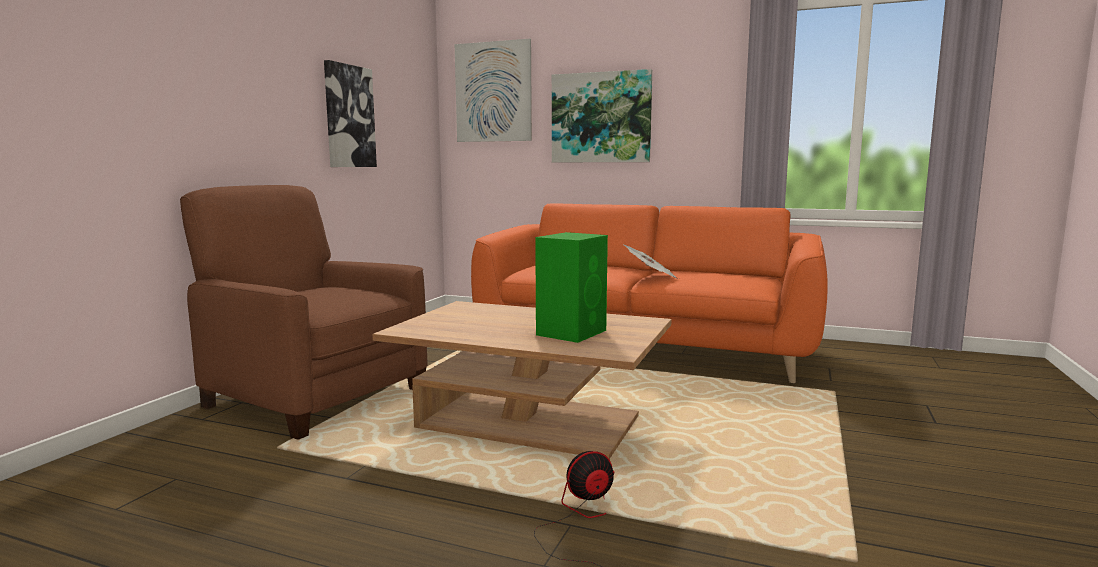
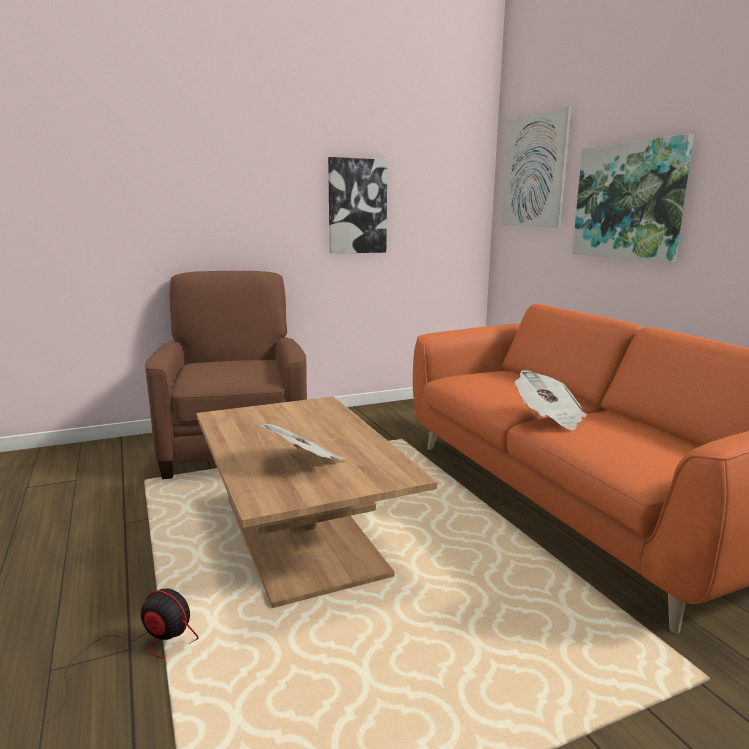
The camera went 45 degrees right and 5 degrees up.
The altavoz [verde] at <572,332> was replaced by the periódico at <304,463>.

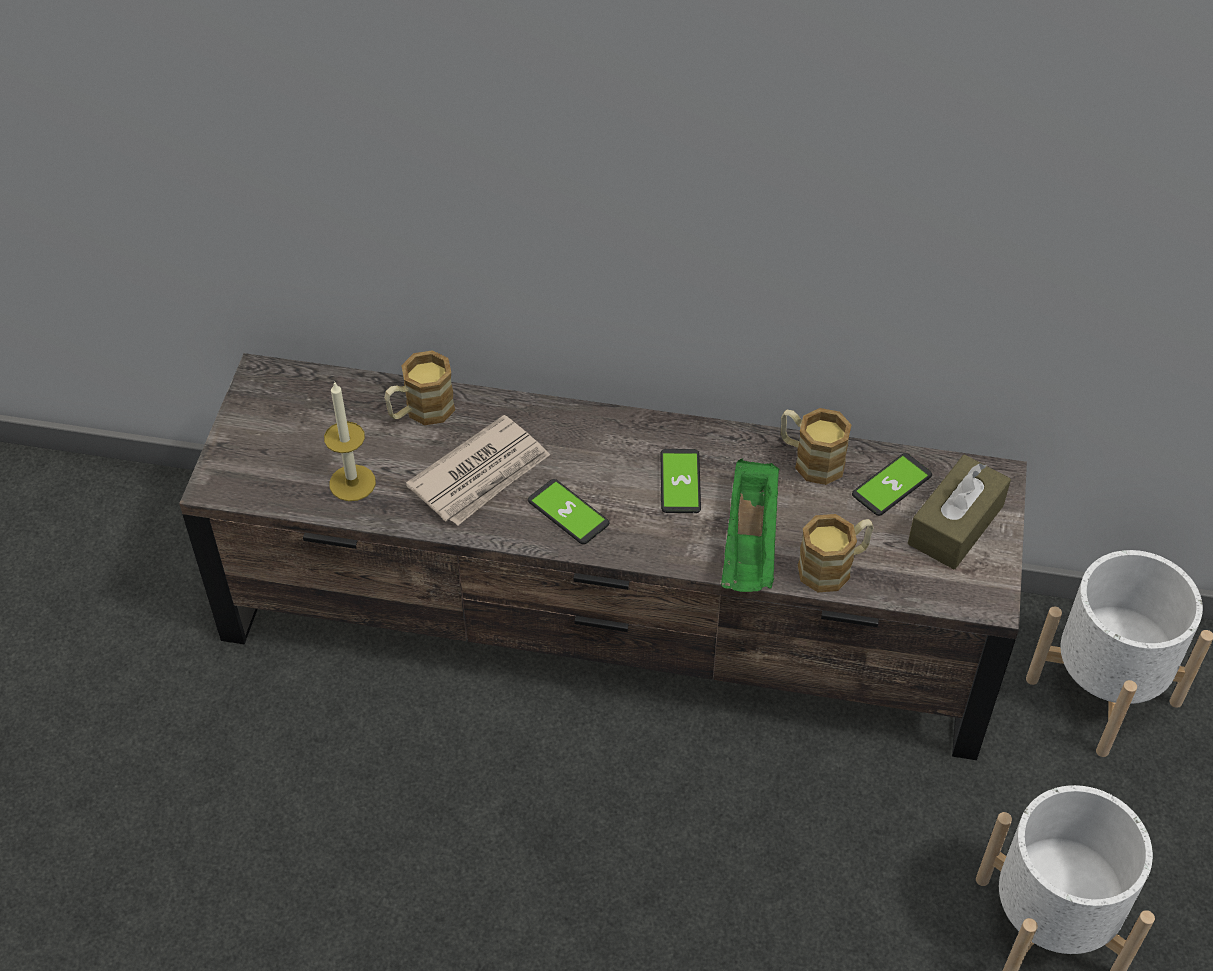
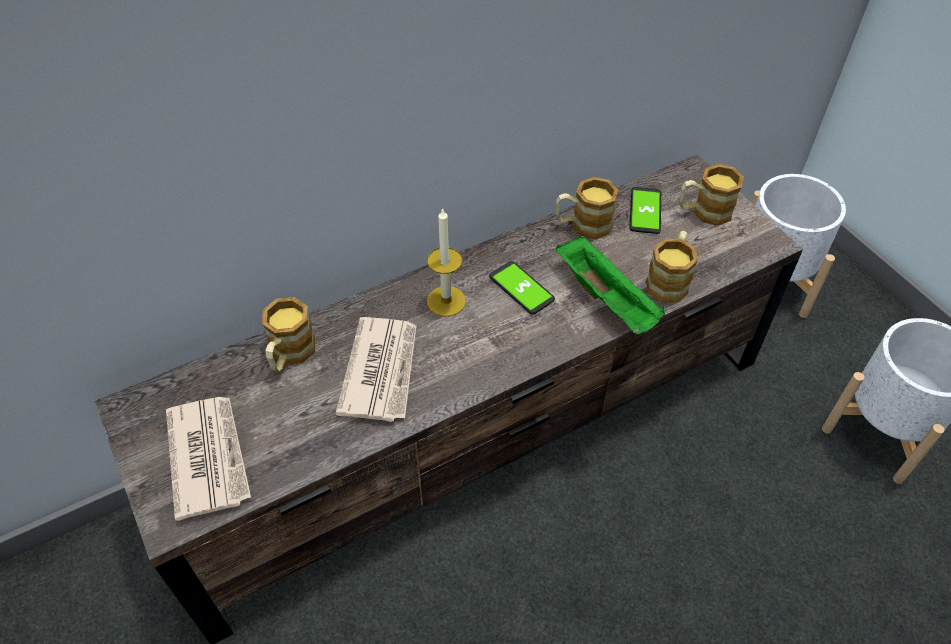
The camera went 40 degrees left and 0 degrees up.
The periódico at <209,457> appeared.
The vela moved from <352,483> to <446,301>.
The caja de pañuelos [marrón] at <955,525> was replaced by the taza grande at <704,211>.
The móvil at <568,512> disappeared.

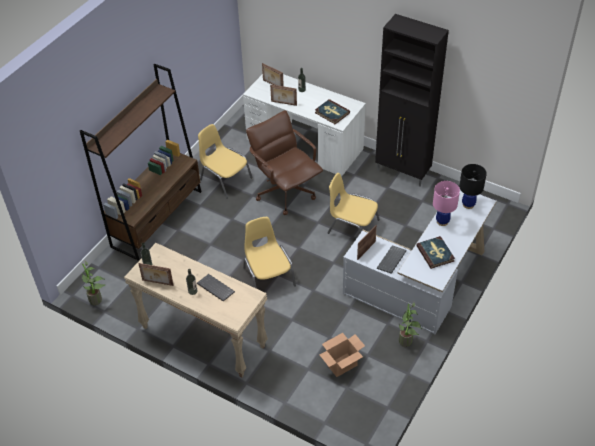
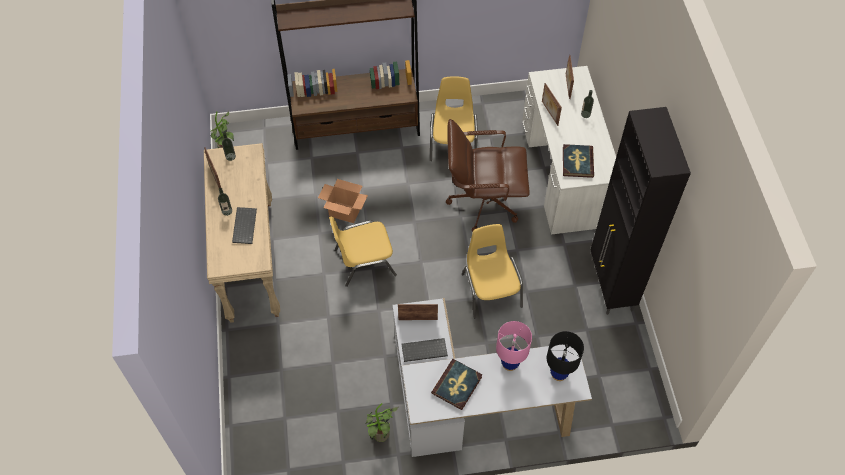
The camera went 50 degrees right and 10 degrees up.
The caja de cartón moved from <341,365> to <344,212>.
The silla [amarillo] at <268,276> turned 135 degrees counterclockwise.
The silla de oficina [marrón] at <286,192> turned 105 degrees counterclockwise.

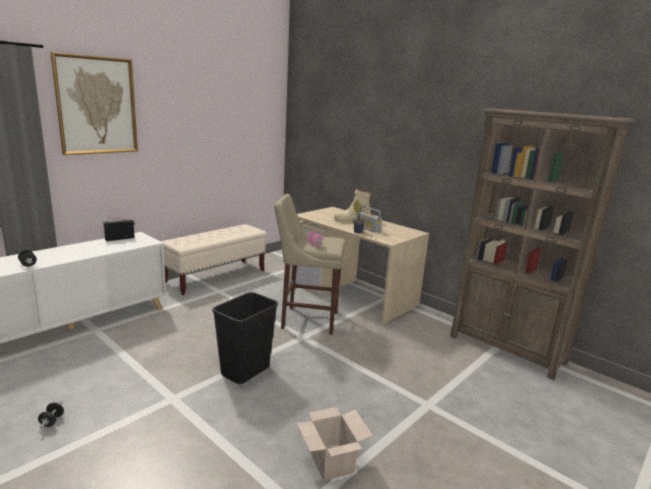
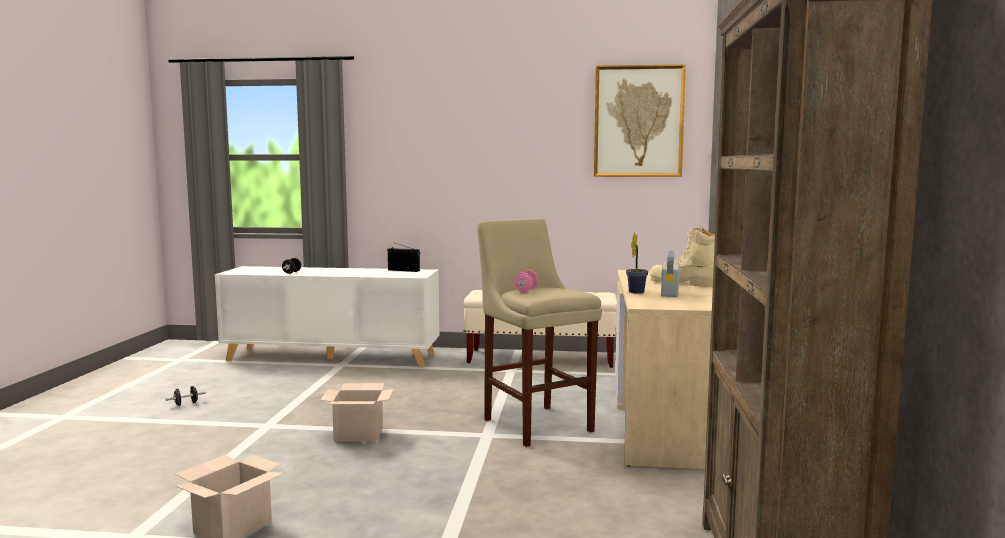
The camera went 55 degrees right and 10 degrees down.
The papelera [negro] at <245,371> was replaced by the caja de cartón at <360,434>.
The cuadro moved from <97,105> to <638,121>.

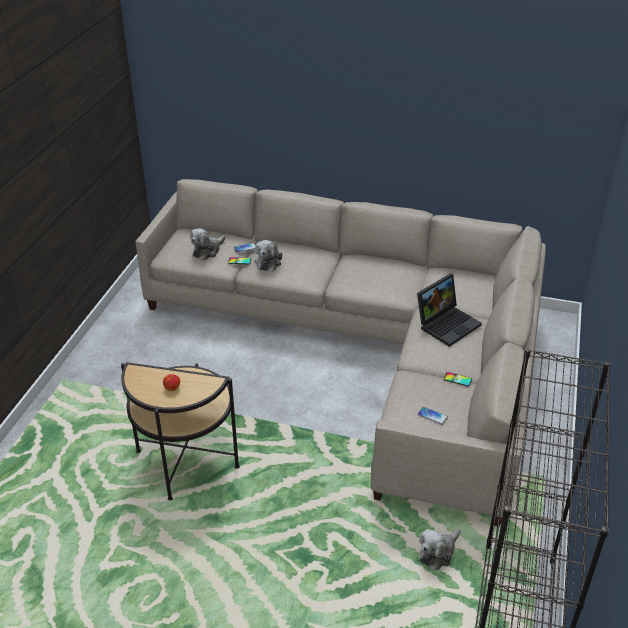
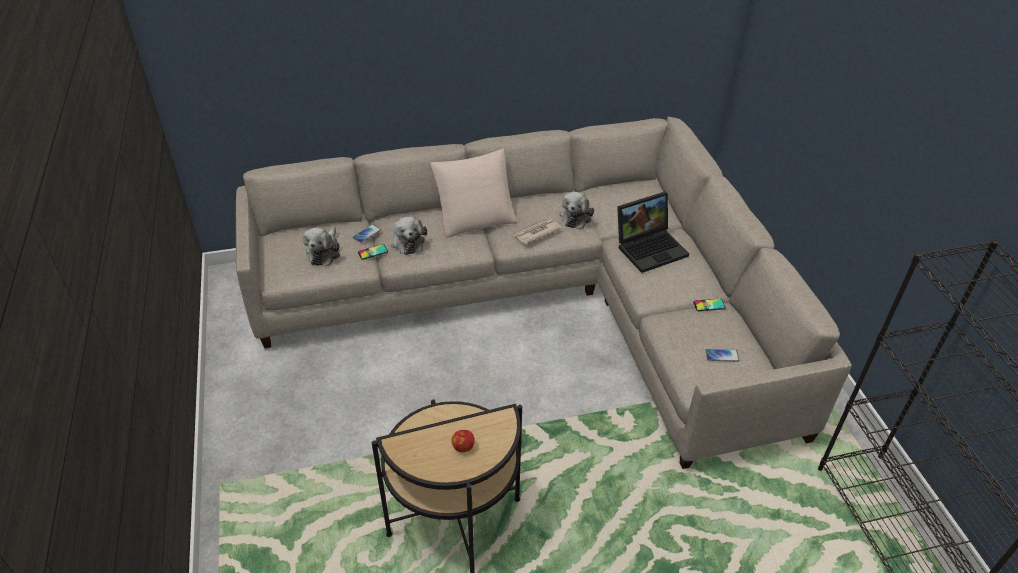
The camera went 30 degrees left and 5 degrees up.
The cojín [beis] at <475,217> appeared.
The periódico at <536,232> appeared.
The peluche moved from <438,553> to <576,216>.
The portátil at <447,323> turned 45 degrees clockwise.

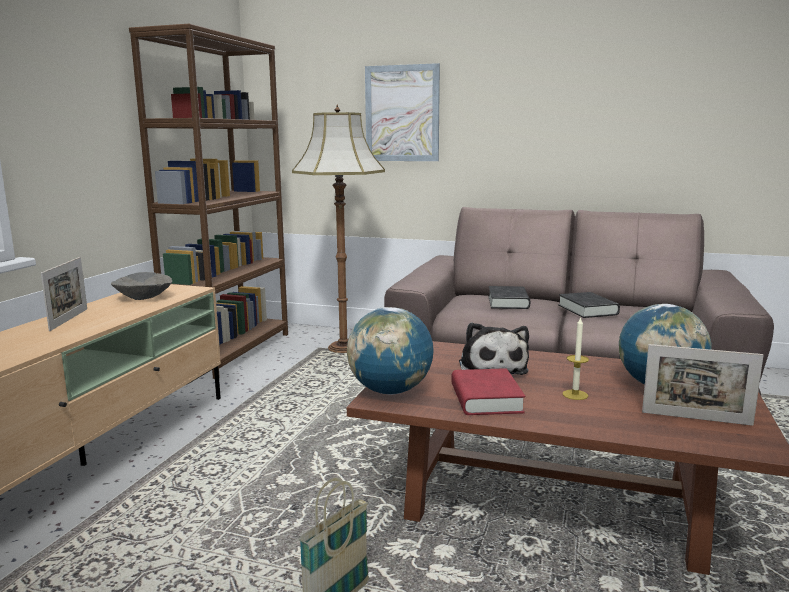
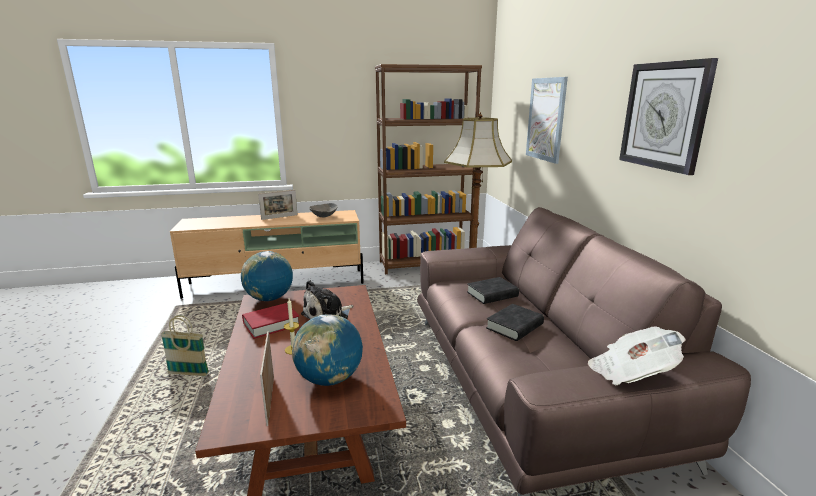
The camera went 60 degrees right and 5 degrees up.
The periódico at <630,373> appeared.
The reloj de pared at <664,116> appeared.

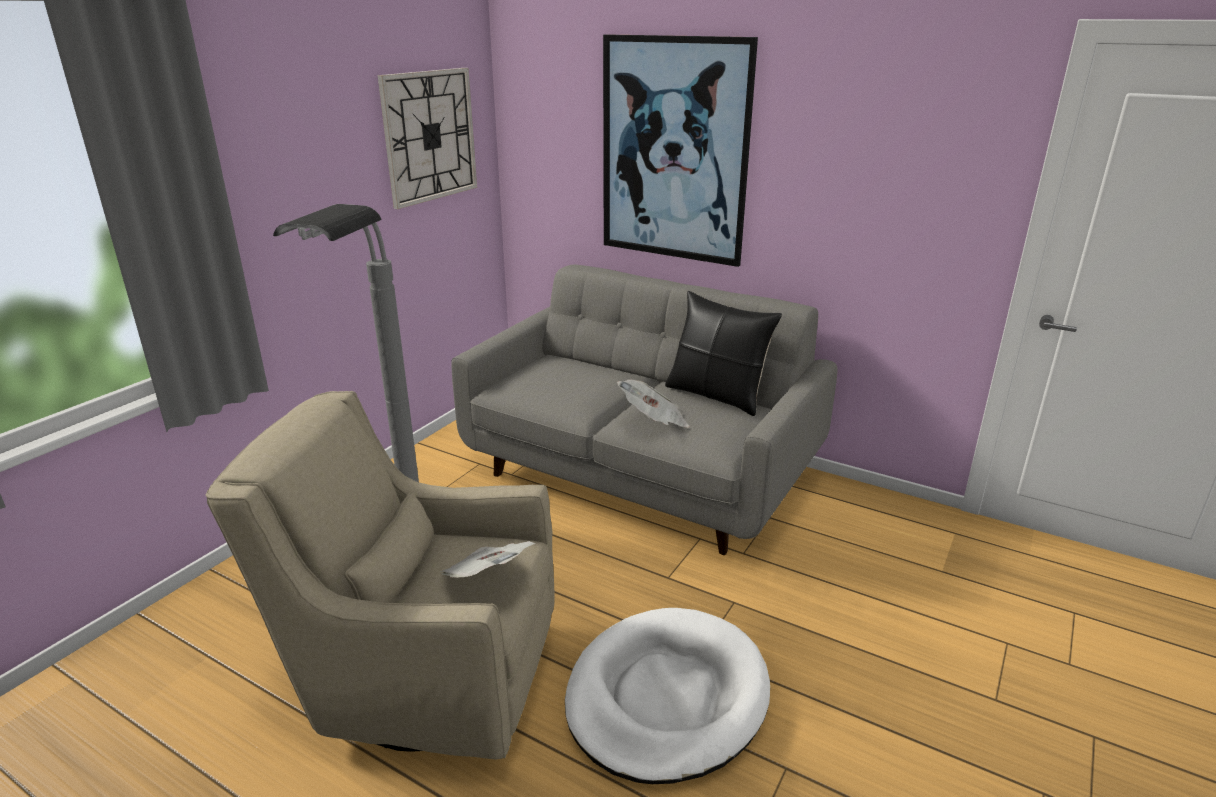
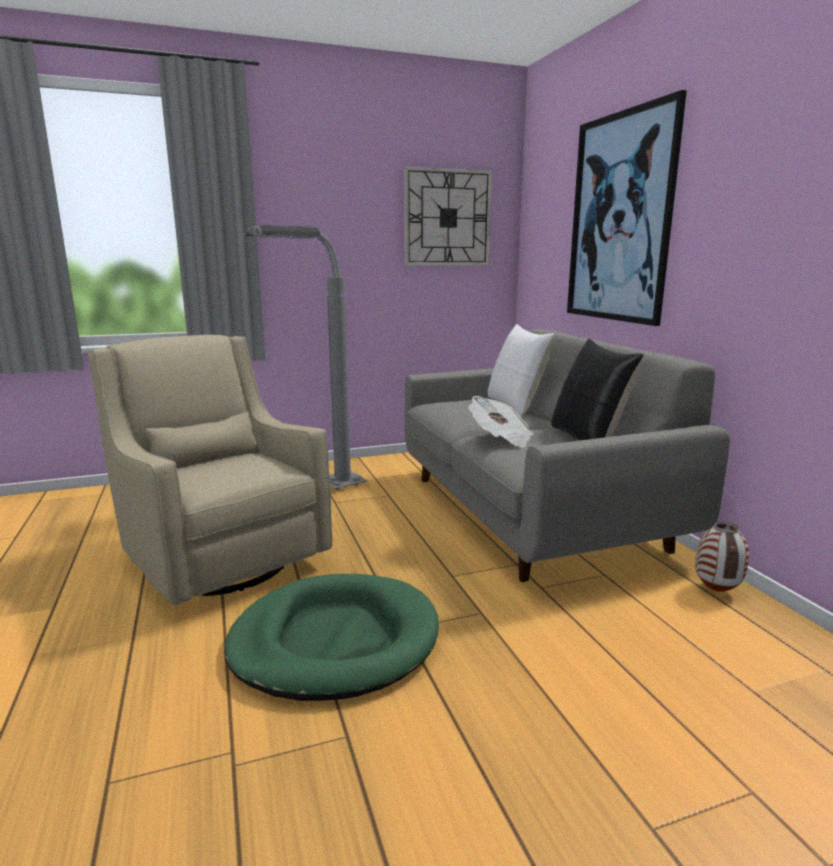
The camera went 40 degrees right and 10 degrees down.
The cama para perro [blanco] at <666,698> became the cama para perro [verde] at <334,641>.
The cojín [blanco] at <515,406> appeared.
The florero at <717,591> appeared.
The periódico at <488,578> disappeared.

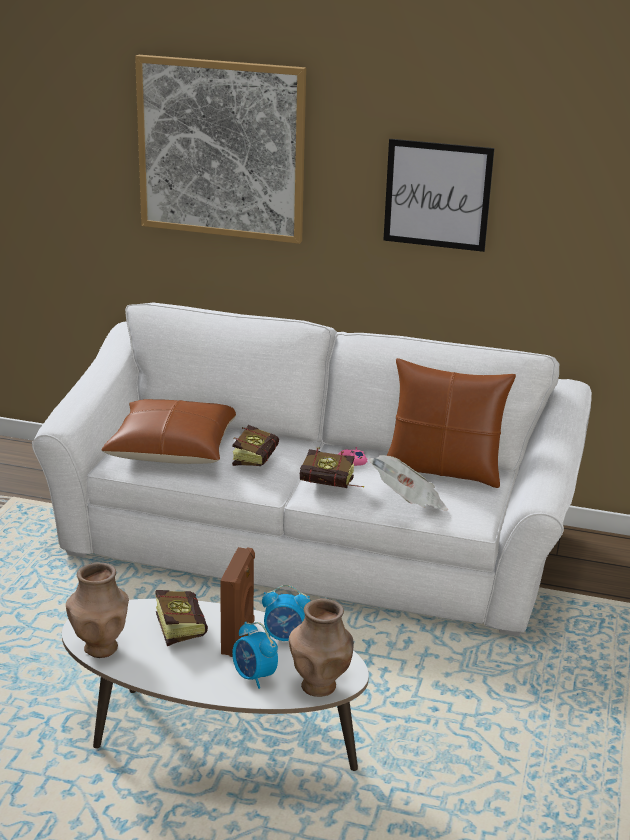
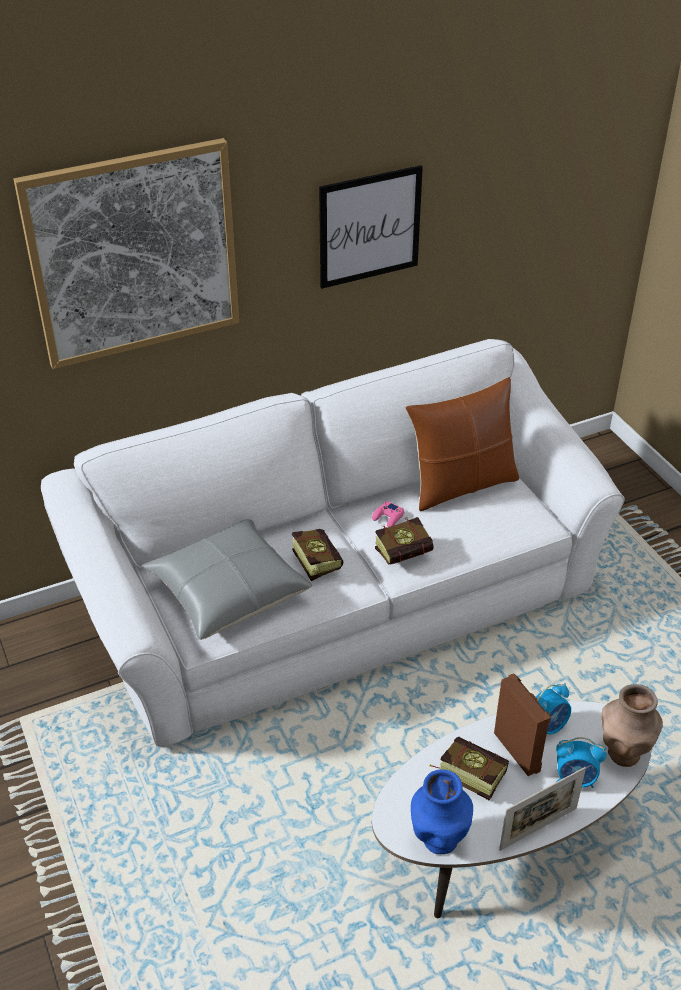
The camera went 40 degrees left and 15 degrees up.
The cojín [marrón] at <173,448> became the cojín [gris] at <228,591>.
The florero [marrón] at <101,647> became the florero [azul] at <438,839>.
The portarretratos at <538,828> appeared.
The periódico at <408,502> disappeared.

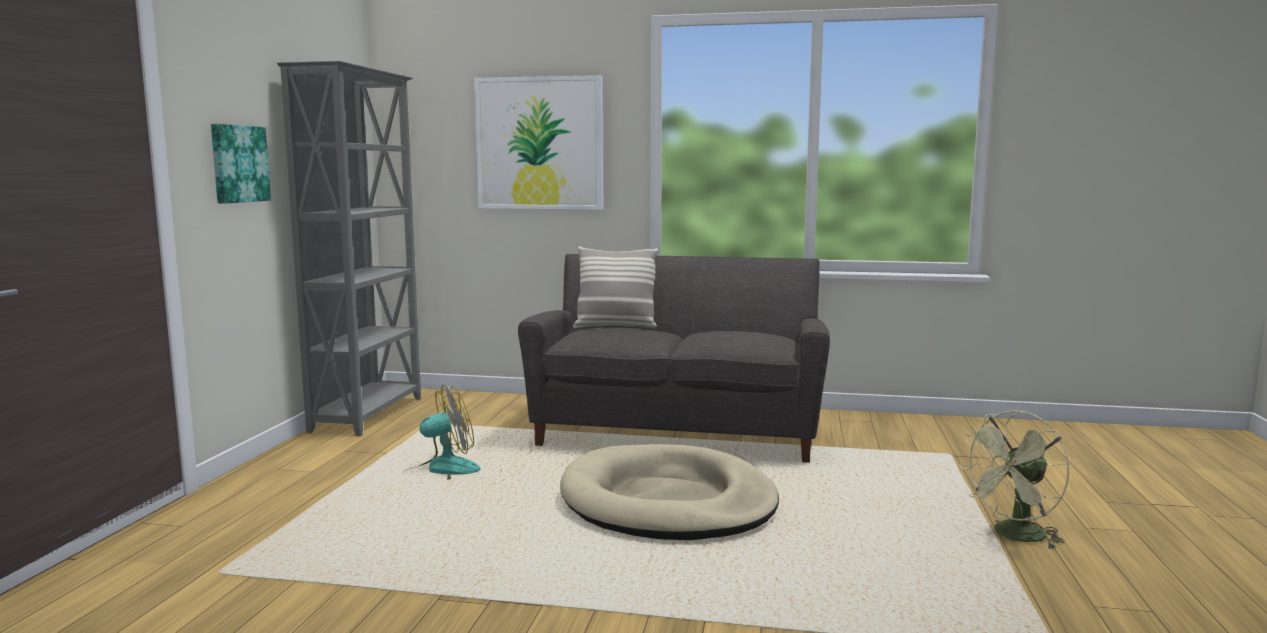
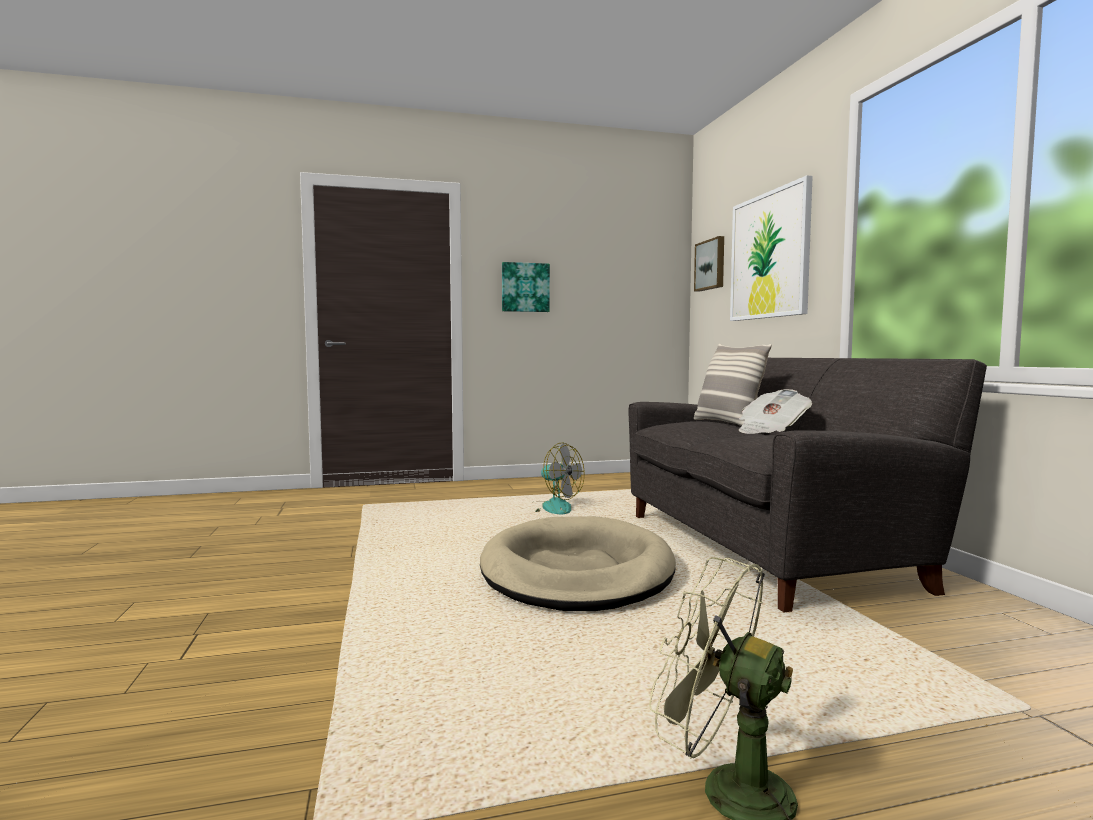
The camera went 65 degrees right and 5 degrees down.
The cuadro at <711,265> appeared.
The periódico at <770,431> appeared.
The estantería [gris] at <369,414> disappeared.

